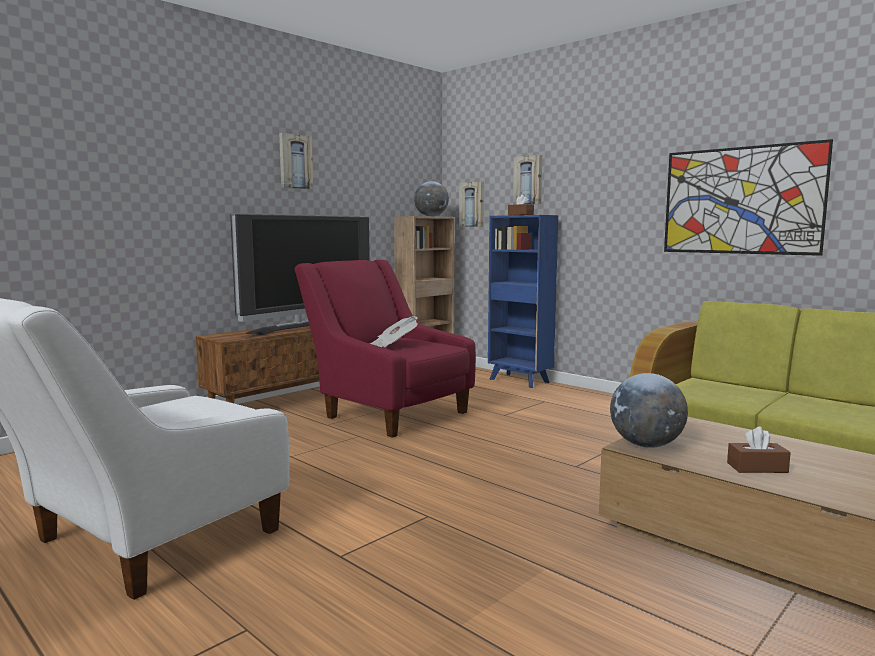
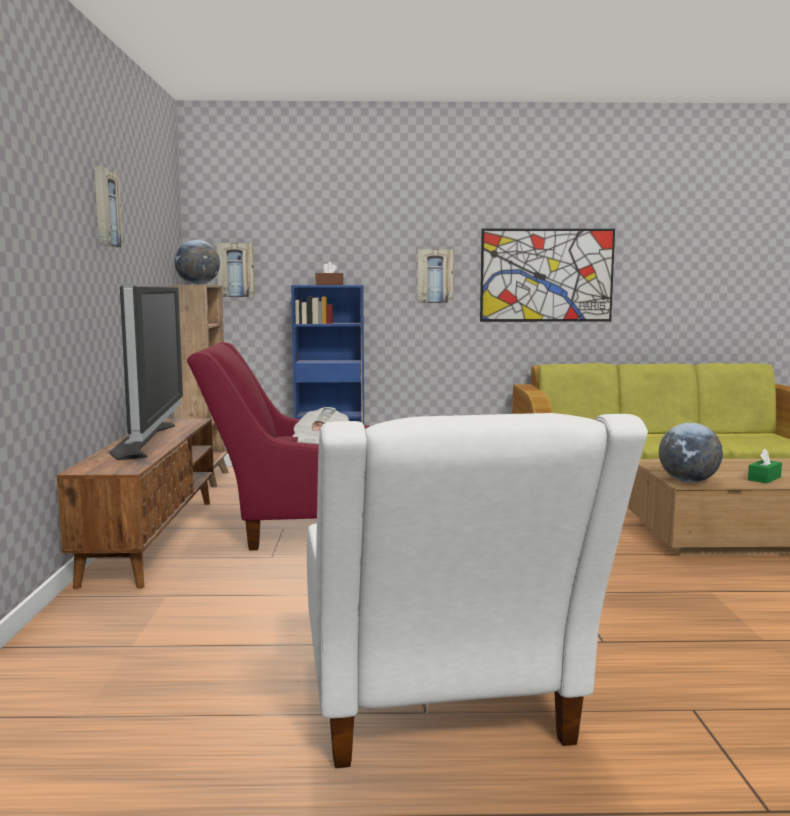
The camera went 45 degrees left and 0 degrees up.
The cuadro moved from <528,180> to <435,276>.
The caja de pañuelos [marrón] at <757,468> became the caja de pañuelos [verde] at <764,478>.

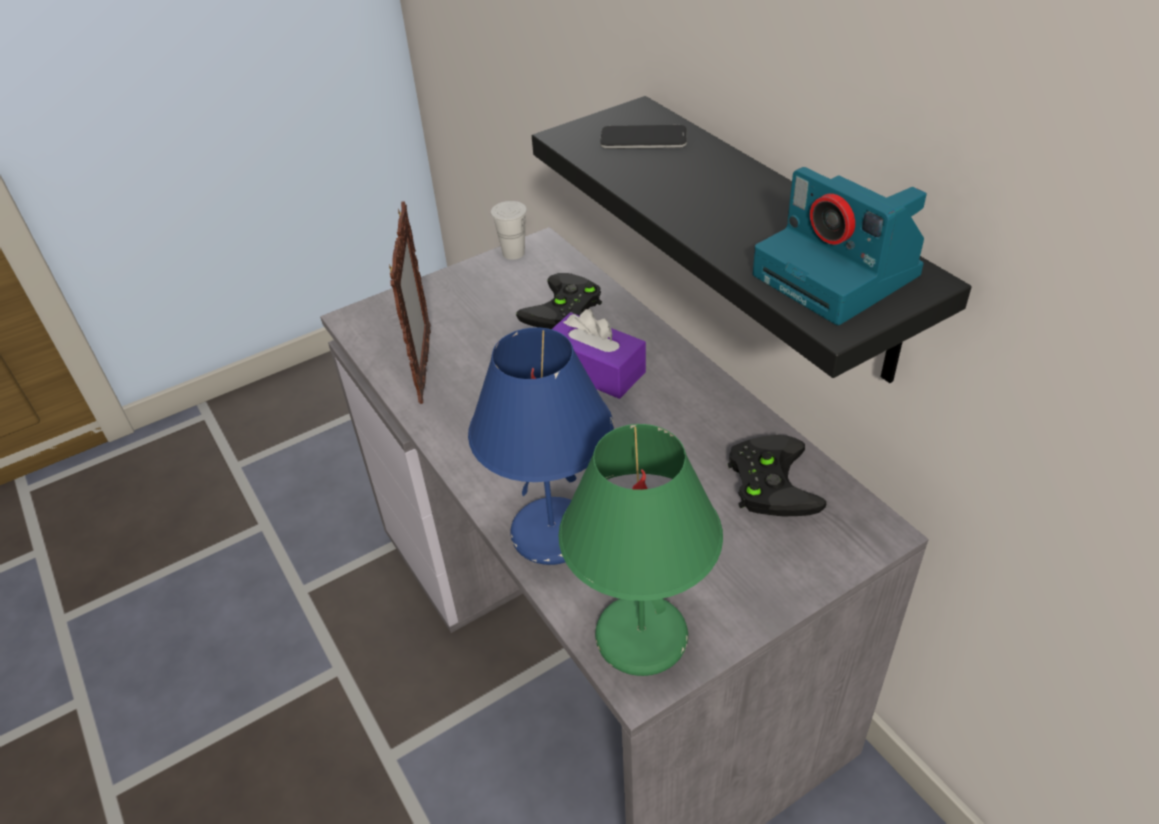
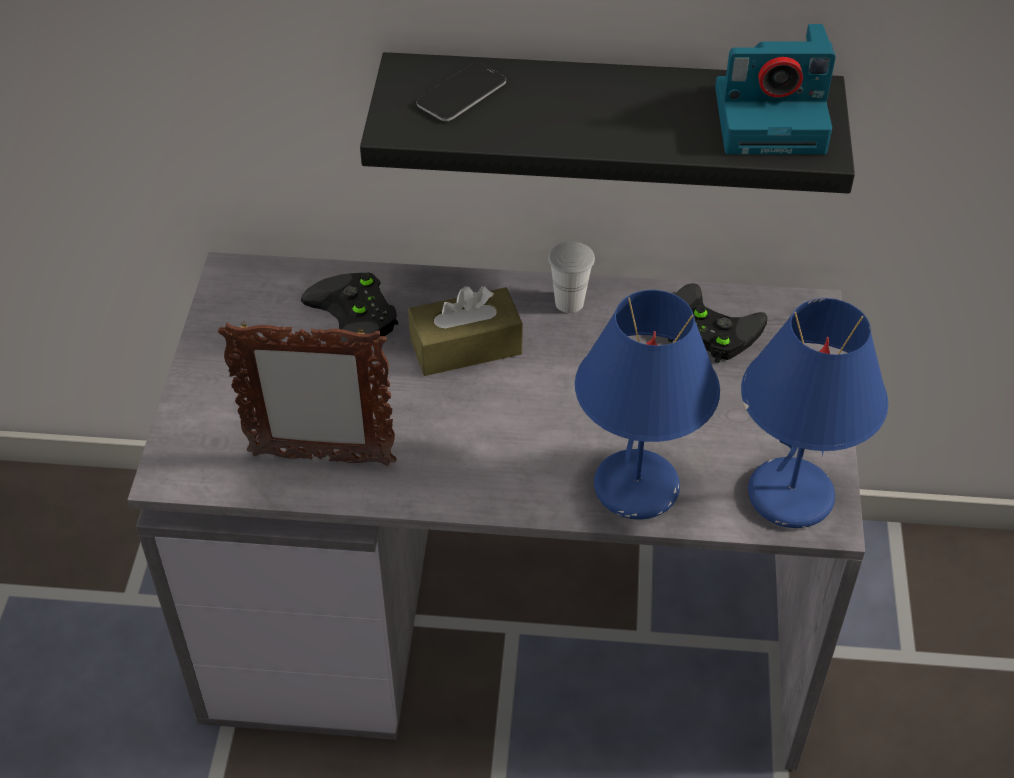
The camera went 55 degrees left and 5 degrees up.
The portarretratos at <424,367> turned 150 degrees clockwise.
The caja de pañuelos [morado] at <595,370> became the caja de pañuelos [marrón] at <466,347>.
The taza [blanco] moved from <513,253> to <569,303>.
The lámpara de mesa [verde] at <643,637> became the lámpara de mesa [azul] at <790,494>.

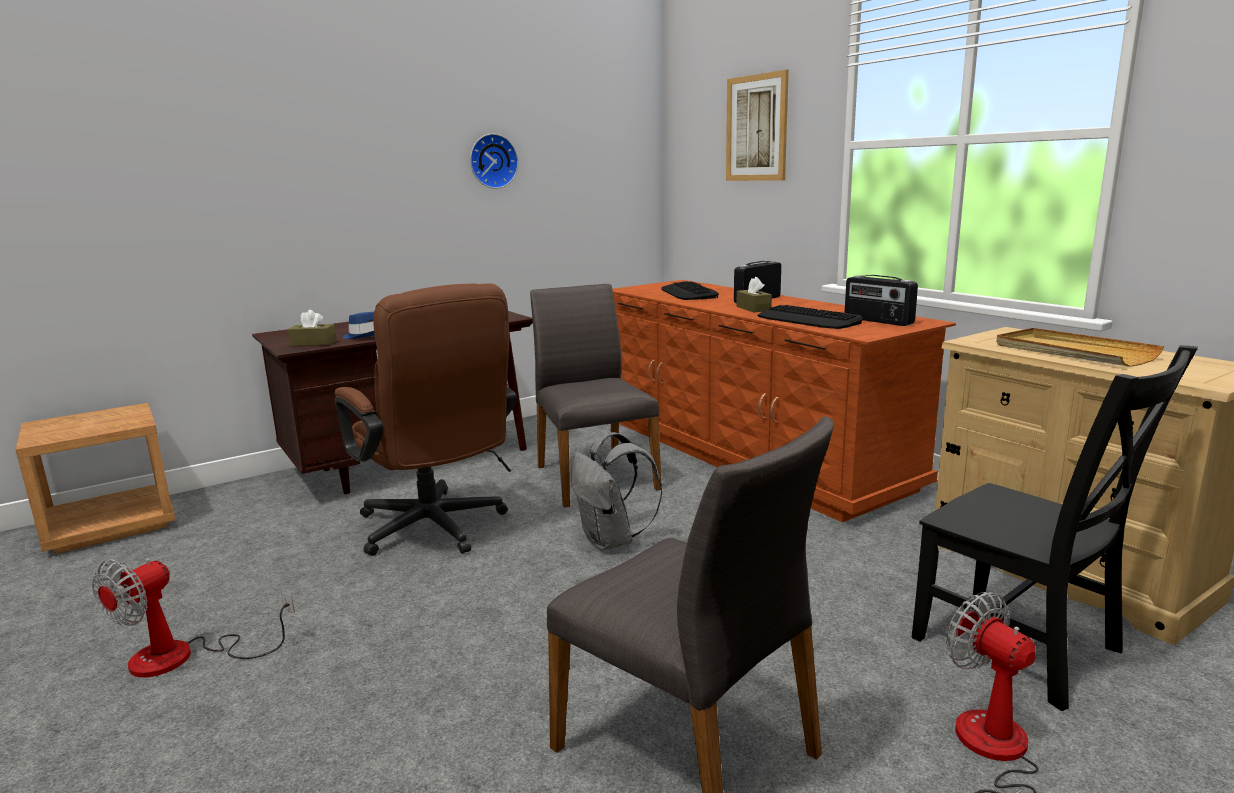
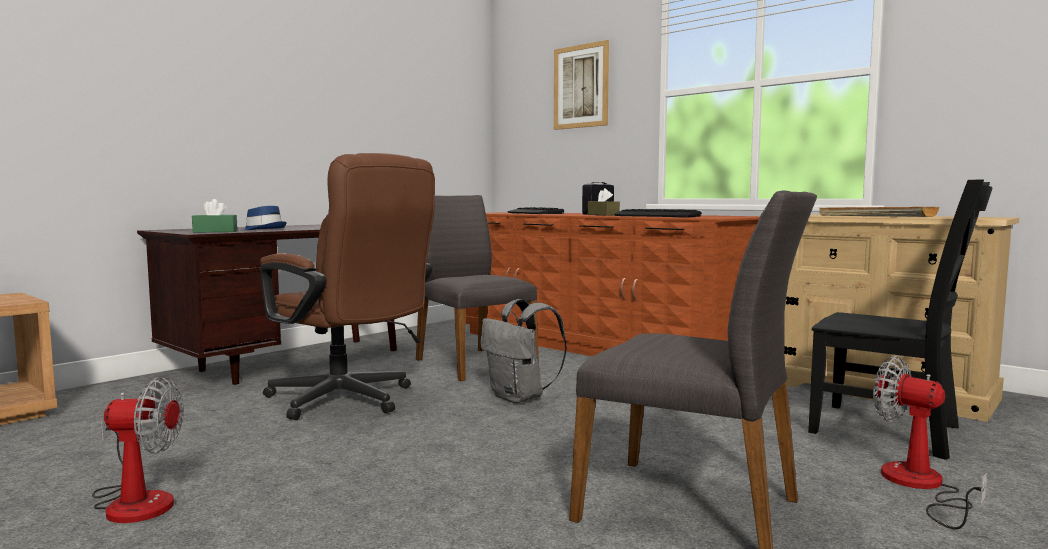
The camera went 15 degrees left and 10 degrees down.
The ventilador at <183,657> turned 105 degrees counterclockwise.
The caja de pañuelos [marrón] at <313,343> became the caja de pañuelos [verde] at <215,231>.
The reloj de pared at <492,161> disappeared.
The radio at <877,321> disappeared.

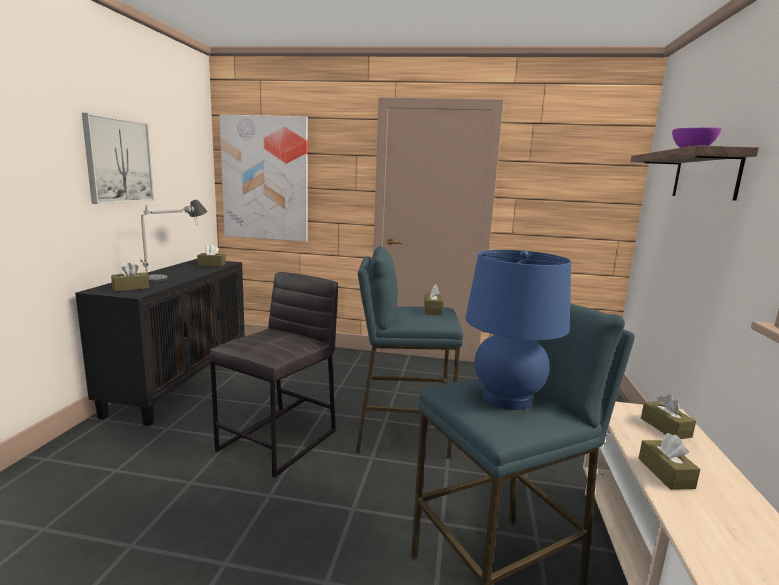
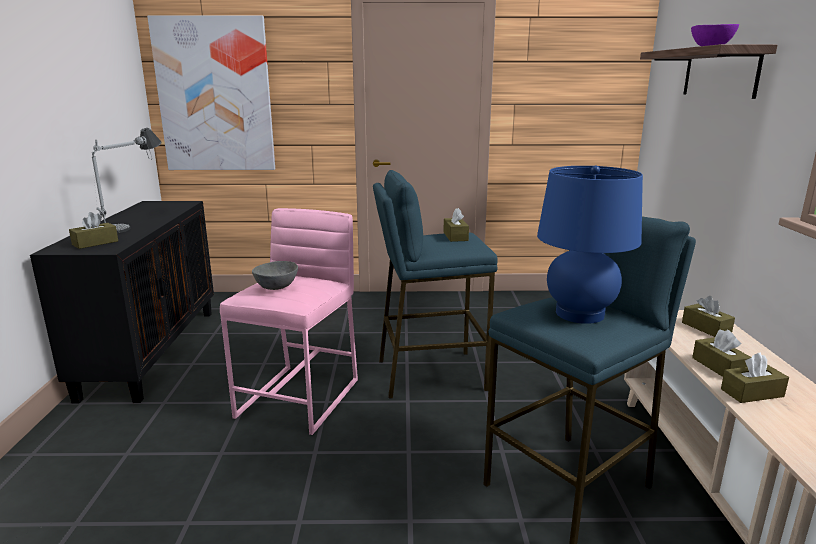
The camera went 10 degrees left and 5 degrees up.
The taburete [gris] at <279,440> became the taburete [rosa] at <300,397>.
The cuenco [gris] at <277,287> appeared.
The caja de pañuelos [marrón] moved from <211,264> to <752,393>.
The cuadro at <118,161> disappeared.

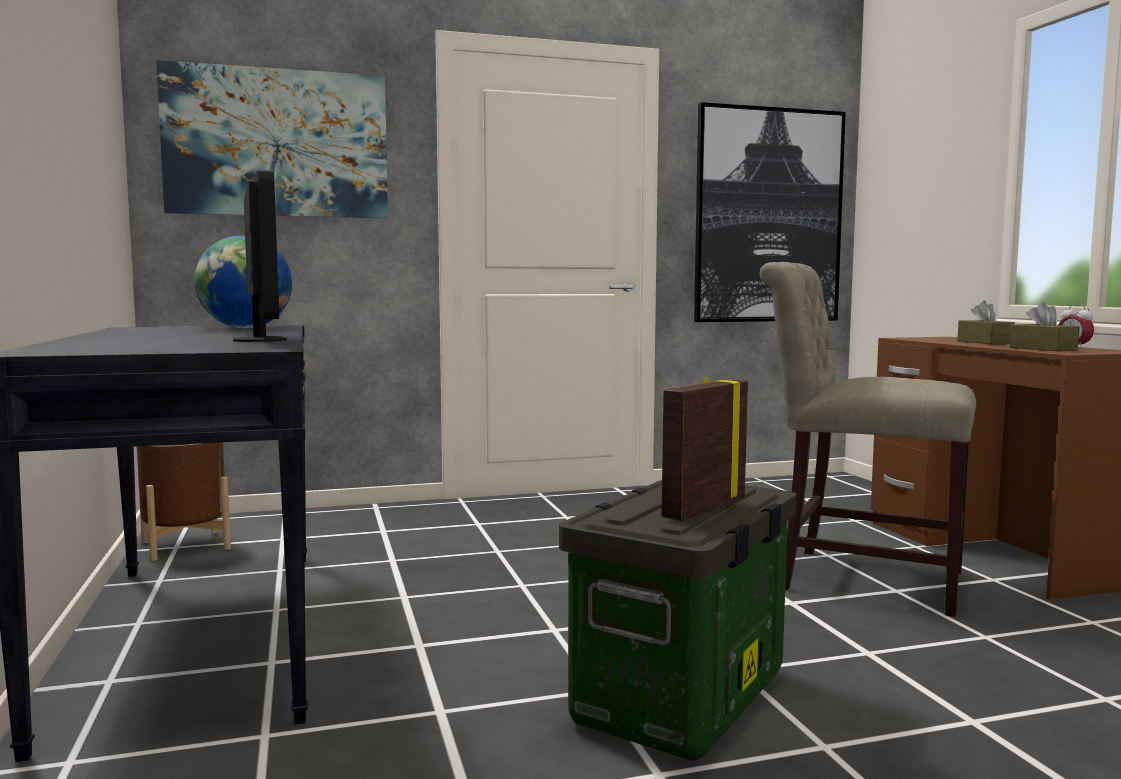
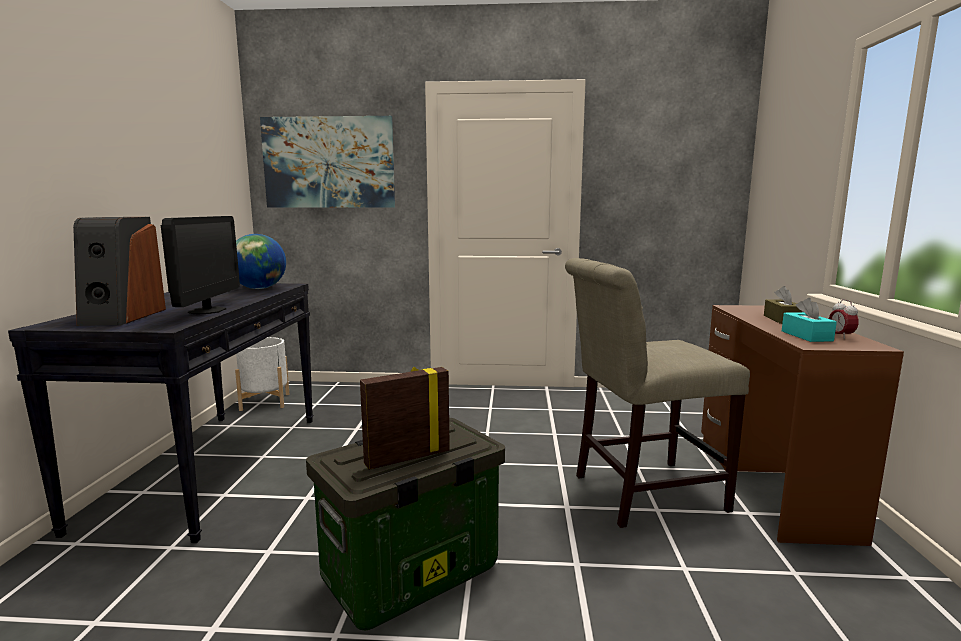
The camera went 20 degrees right and 5 degrees up.
The altavoz at <123,317> appeared.
The maceta [marrón] at <185,545> became the maceta [blanco] at <265,402>.
The silla [beis] at <859,578> turned 60 degrees counterclockwise.
The caja de pañuelos [marrón] at <1042,349> became the caja de pañuelos [turquesa] at <806,336>.
The cuadro at <768,216> disappeared.

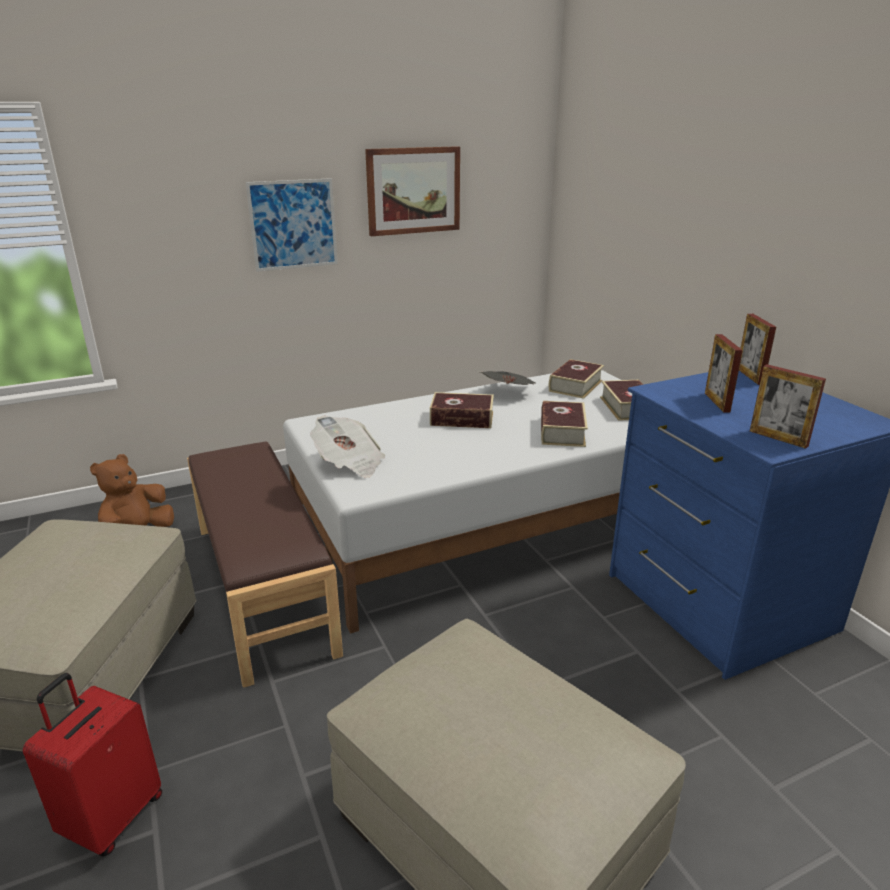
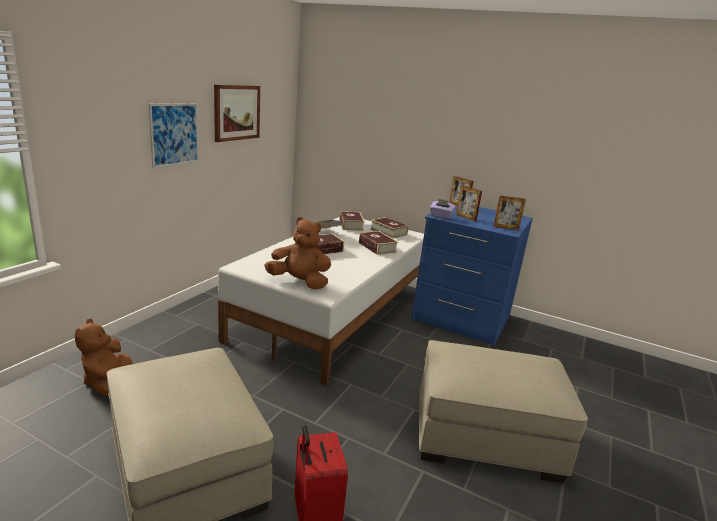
The camera went 40 degrees left and 5 degrees down.
The periódico at <349,463> was replaced by the peluche [marrón] at <299,282>.
The caja de pañuelos [morado] at <441,216> appeared.
The banco [marrón] at <264,586> disappeared.

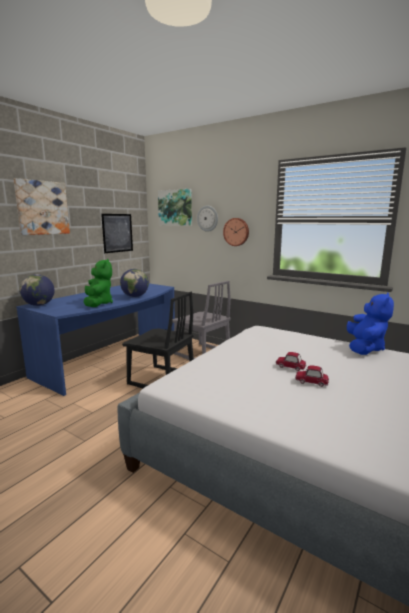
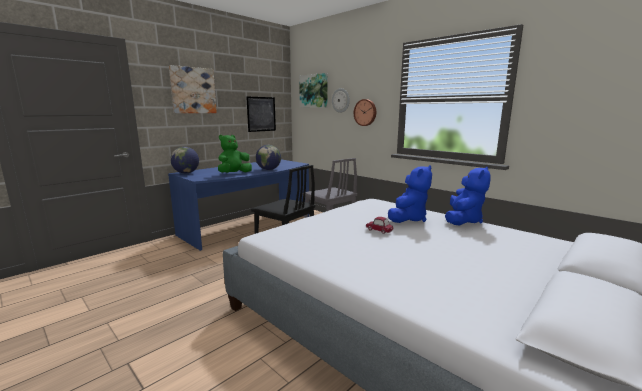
The camera went 10 degrees right and 0 degrees up.
The peluche [verde] at <98,303> turned 135 degrees counterclockwise.
The peluche [azul] at <408,219> appeared.
The coche de juguete at <311,381> disappeared.

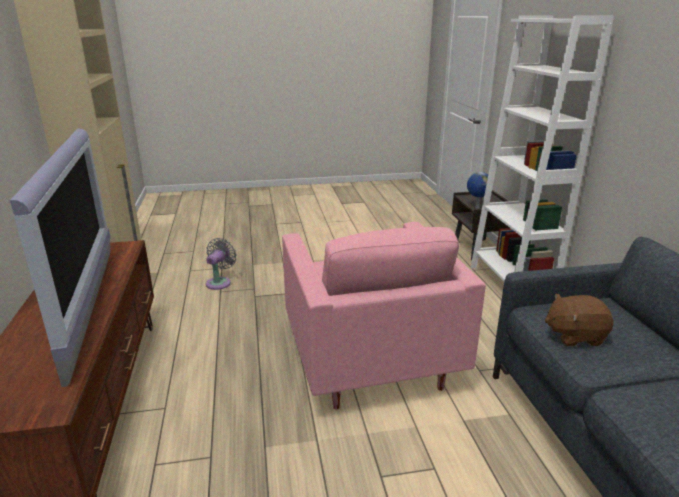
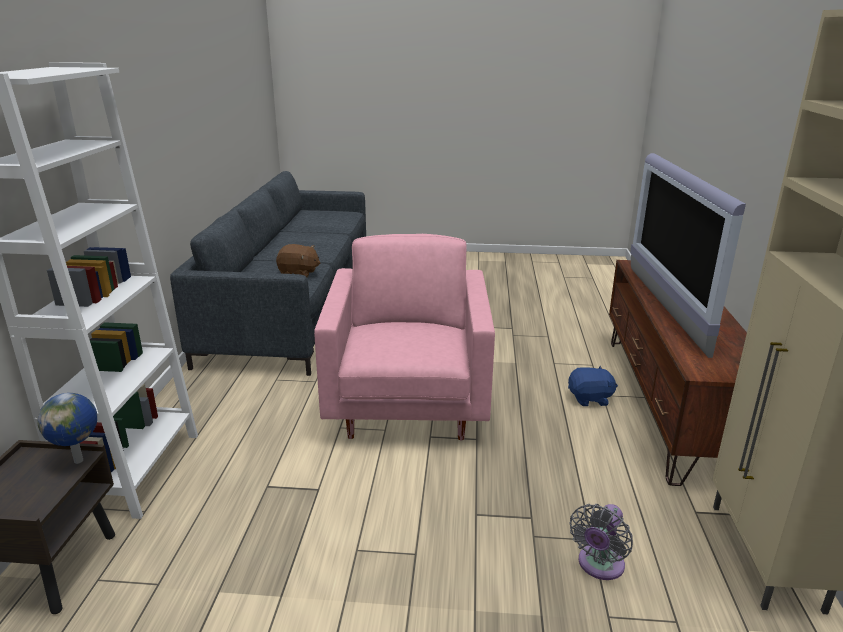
The camera went 165 degrees left and 0 degrees up.
The peluche [azul] at <590,399> appeared.

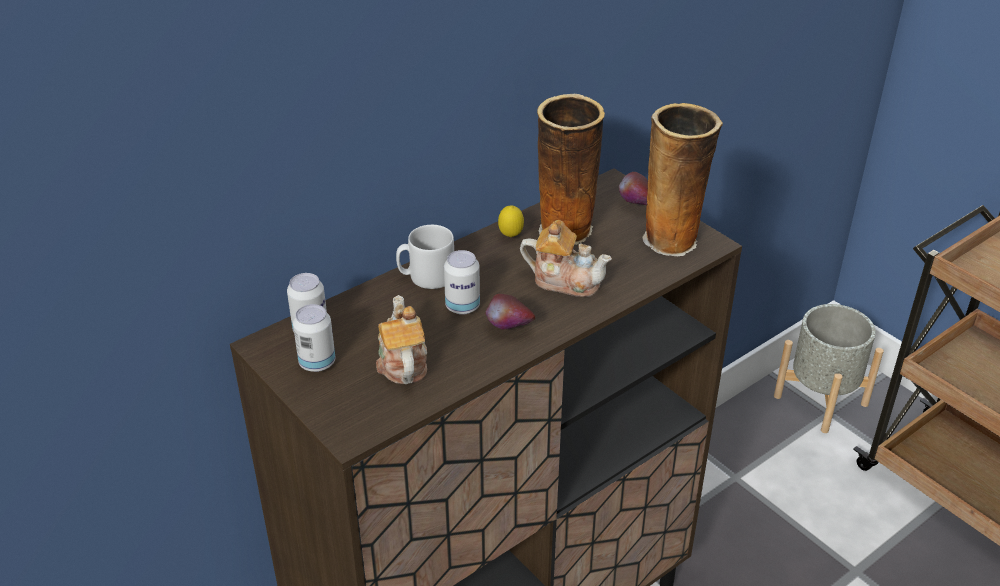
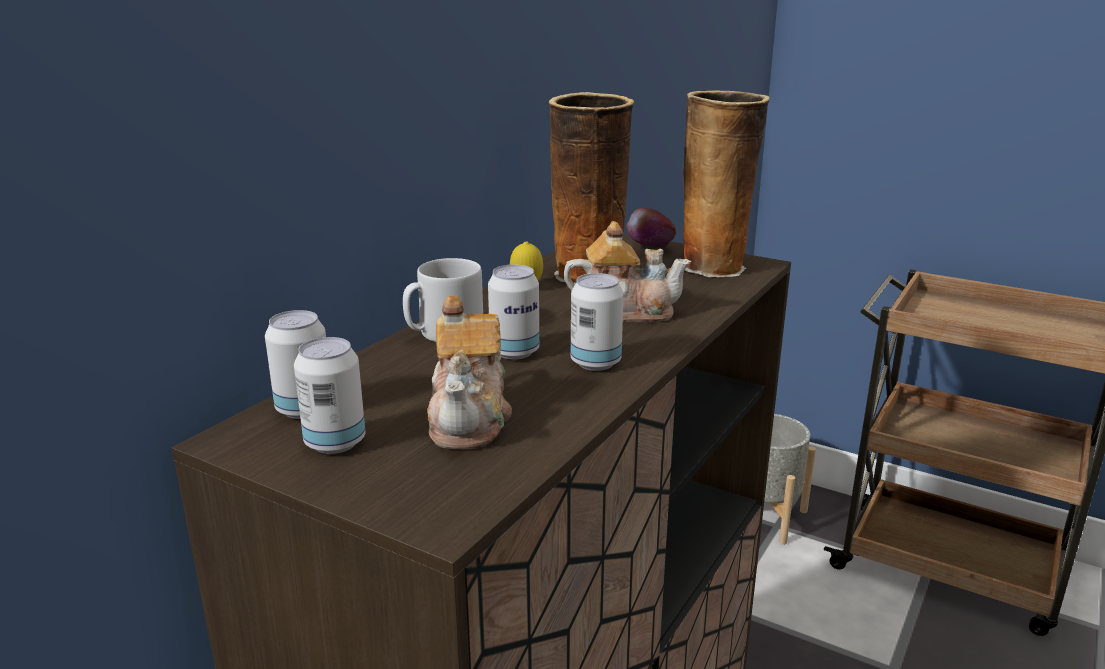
The camera went 20 degrees left and 15 degrees down.
The tetera at <402,362> turned 150 degrees counterclockwise.
The manzana at <509,330> was replaced by the lata at <595,363>.

